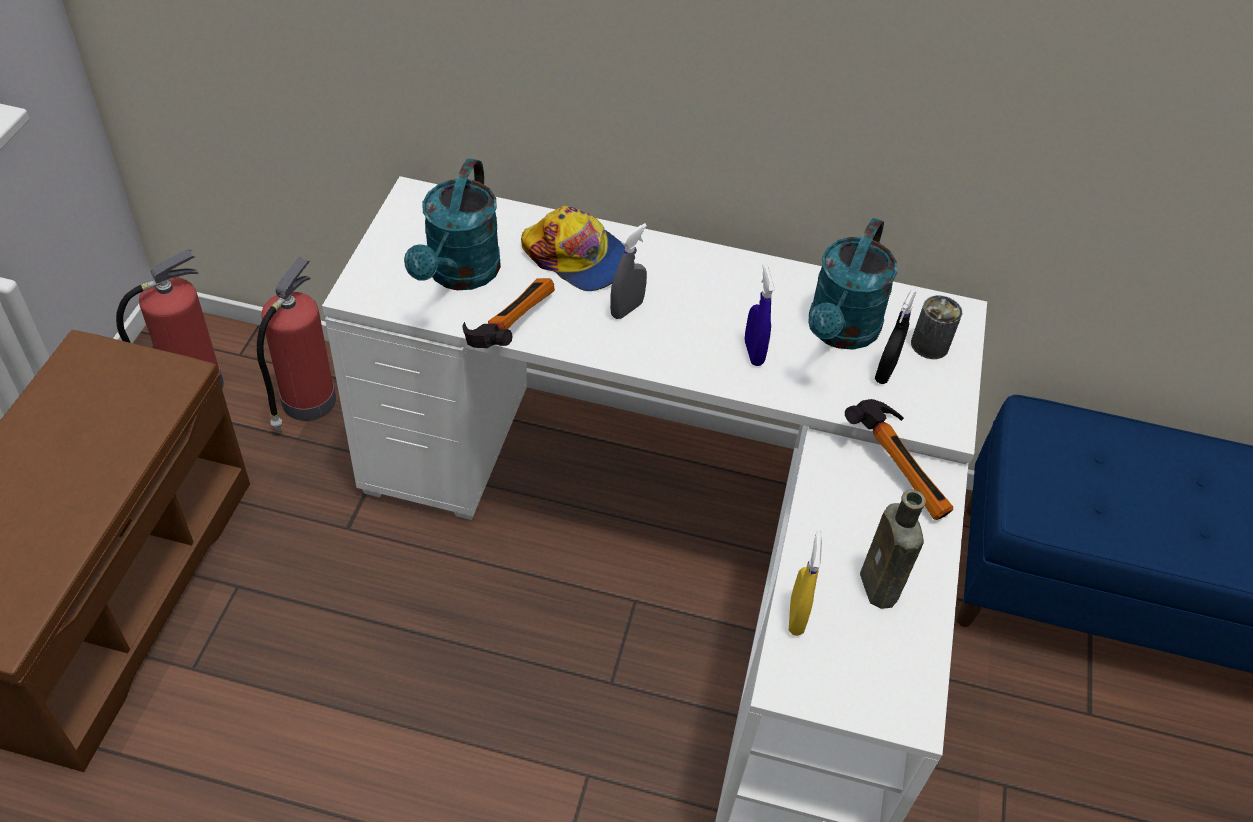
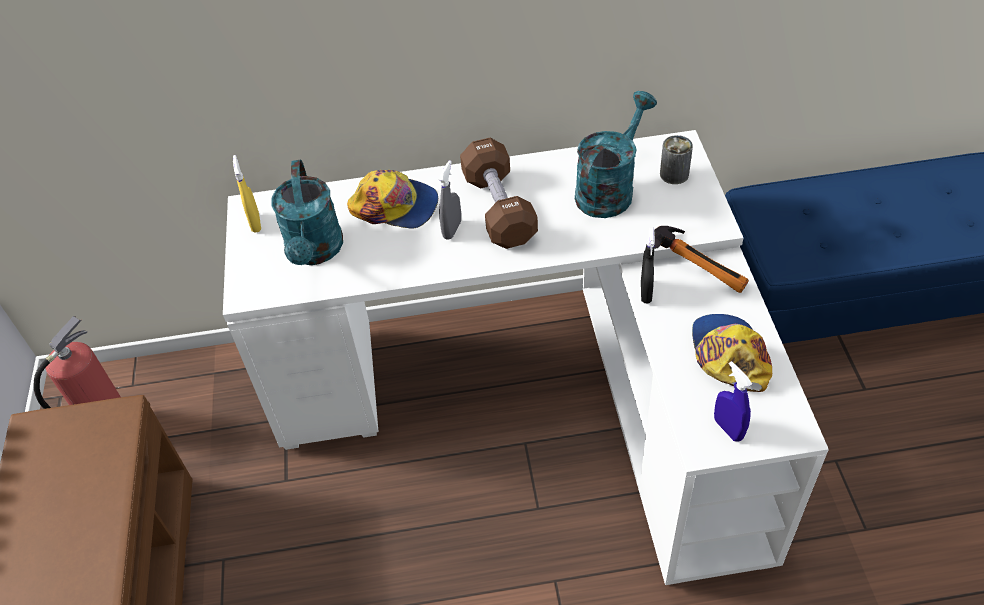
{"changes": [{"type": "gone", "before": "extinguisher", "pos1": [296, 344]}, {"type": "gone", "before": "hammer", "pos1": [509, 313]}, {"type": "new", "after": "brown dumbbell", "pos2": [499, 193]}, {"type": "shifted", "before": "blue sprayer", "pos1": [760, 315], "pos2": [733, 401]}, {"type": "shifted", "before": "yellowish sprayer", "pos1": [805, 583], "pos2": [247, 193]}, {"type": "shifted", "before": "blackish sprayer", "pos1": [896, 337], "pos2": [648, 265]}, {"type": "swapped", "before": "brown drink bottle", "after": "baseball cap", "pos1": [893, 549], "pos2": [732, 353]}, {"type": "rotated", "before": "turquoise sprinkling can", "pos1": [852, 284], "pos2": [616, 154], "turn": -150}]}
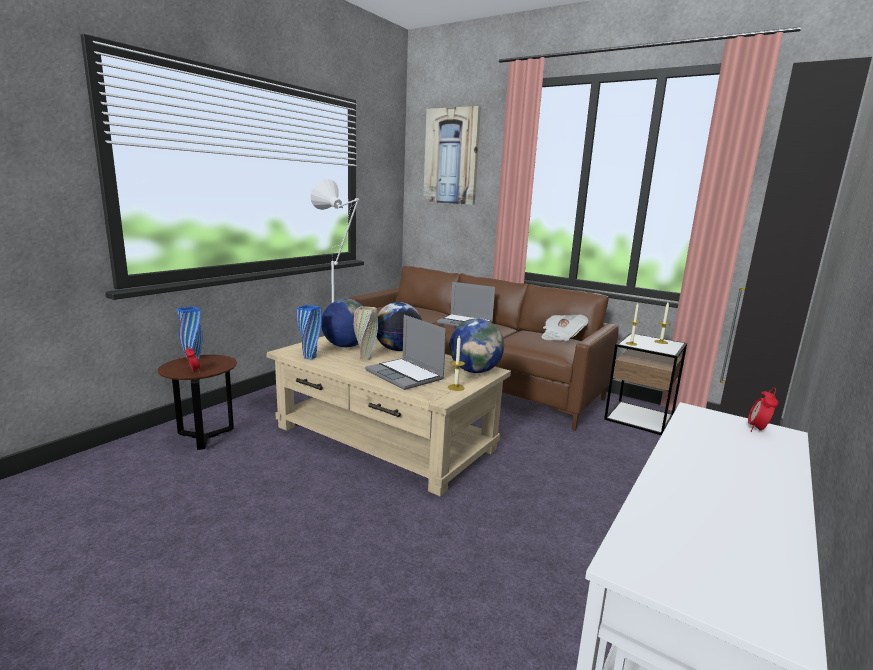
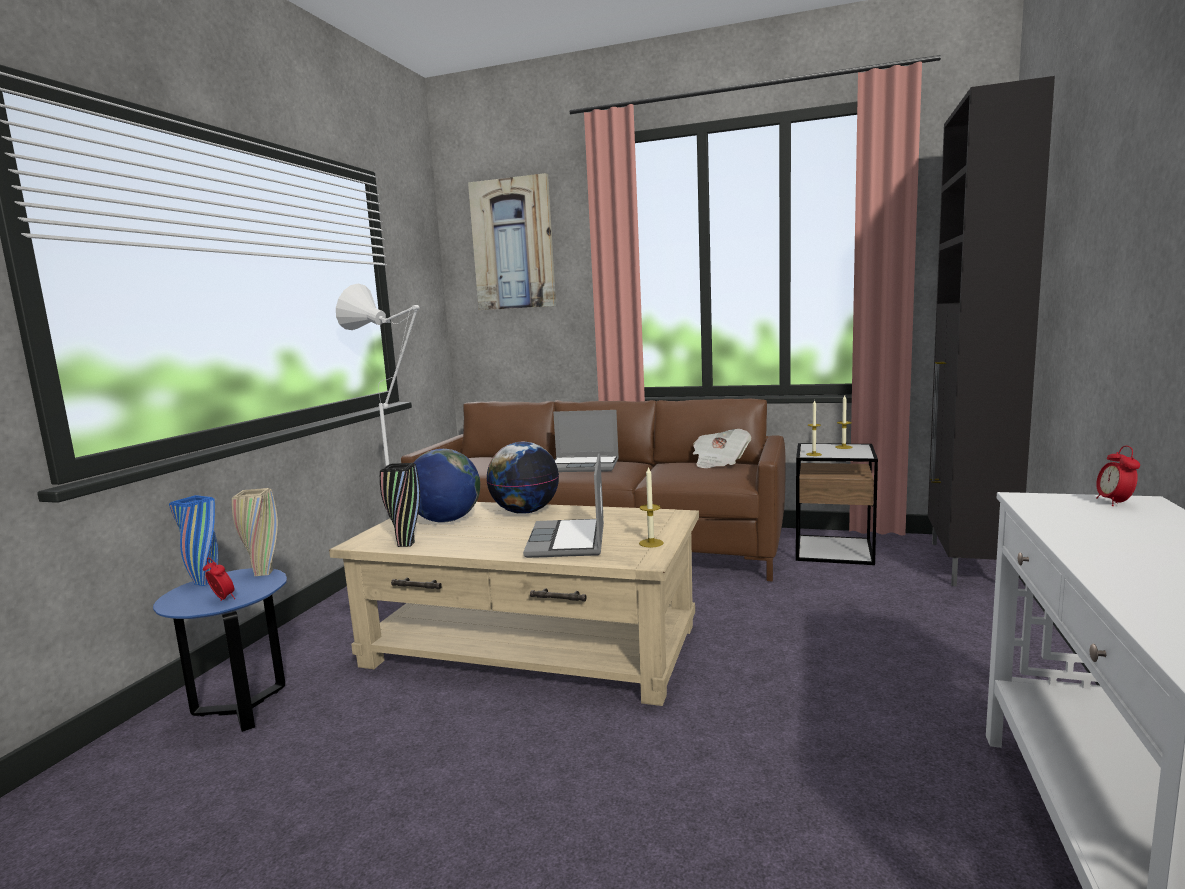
{"changes": [{"type": "gone", "before": "world globe", "pos1": [476, 345]}, {"type": "shifted", "before": "beige vase", "pos1": [366, 333], "pos2": [255, 532]}, {"type": "repainted", "before": "brown side table", "after": "blue side table", "pos1": [197, 402], "pos2": [220, 650]}, {"type": "repainted", "before": "blue vase", "after": "blackish vase", "pos1": [309, 332], "pos2": [400, 505]}, {"type": "rotated", "before": "portable computer", "pos1": [405, 352], "pos2": [563, 505], "turn": 60}]}
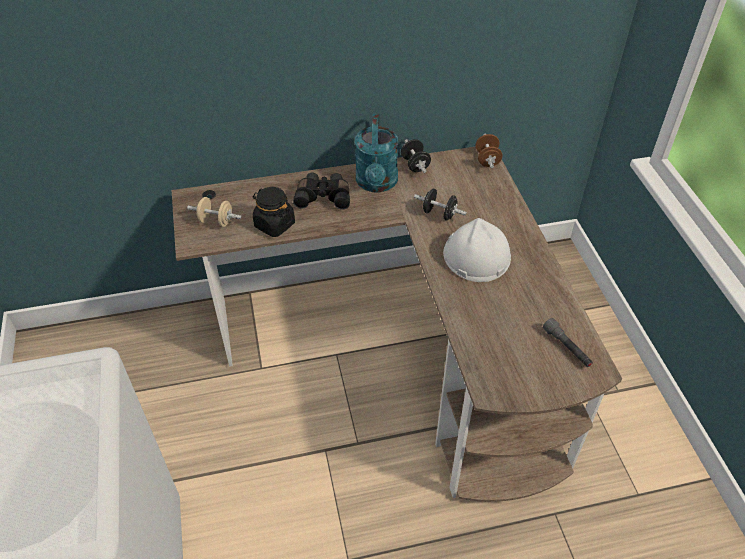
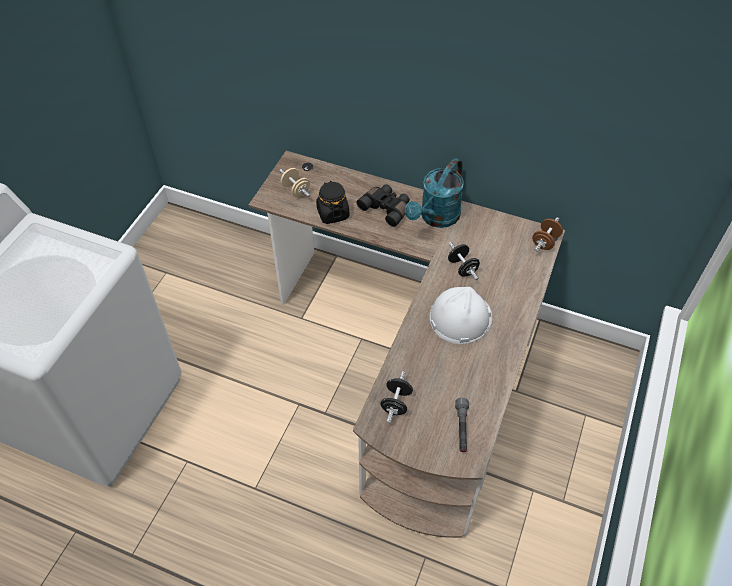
{"changes": [{"type": "shifted", "before": "blackish dumbbell", "pos1": [416, 156], "pos2": [396, 397]}]}
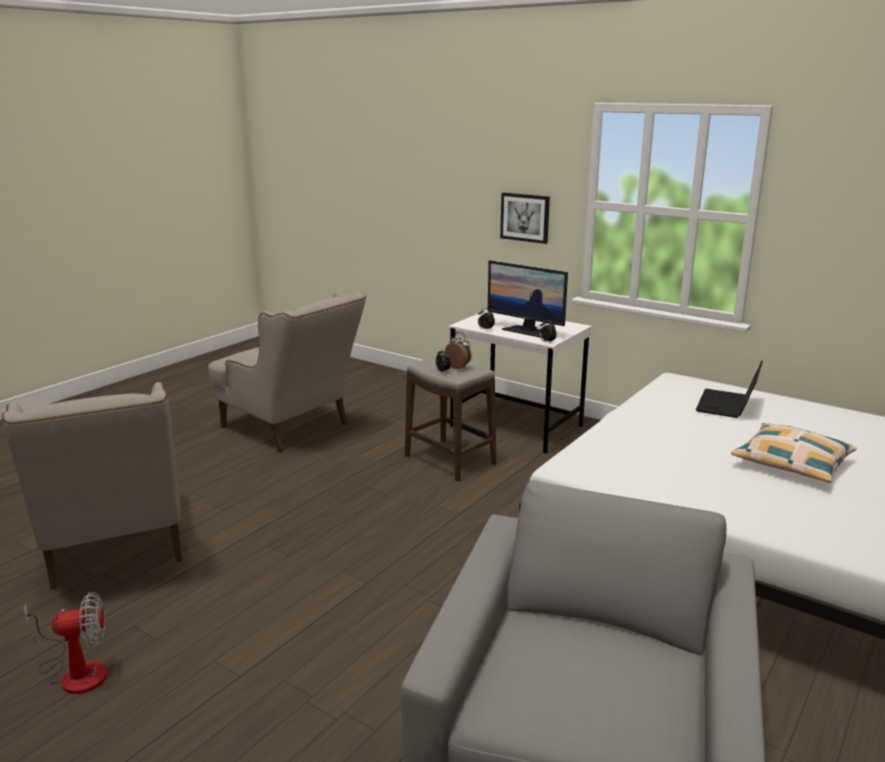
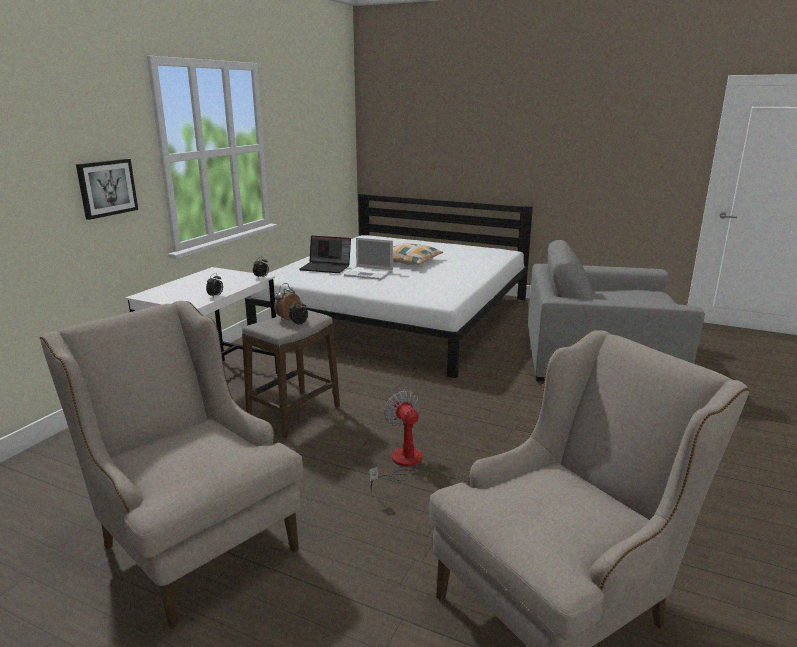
{"changes": [{"type": "gone", "before": "computer screen", "pos1": [528, 299]}, {"type": "new", "after": "portable computer", "pos2": [368, 259]}, {"type": "shifted", "before": "cooling fan", "pos1": [65, 643], "pos2": [395, 440]}, {"type": "rotated", "before": "beige lounge chair", "pos1": [287, 372], "pos2": [171, 465], "turn": -75}]}
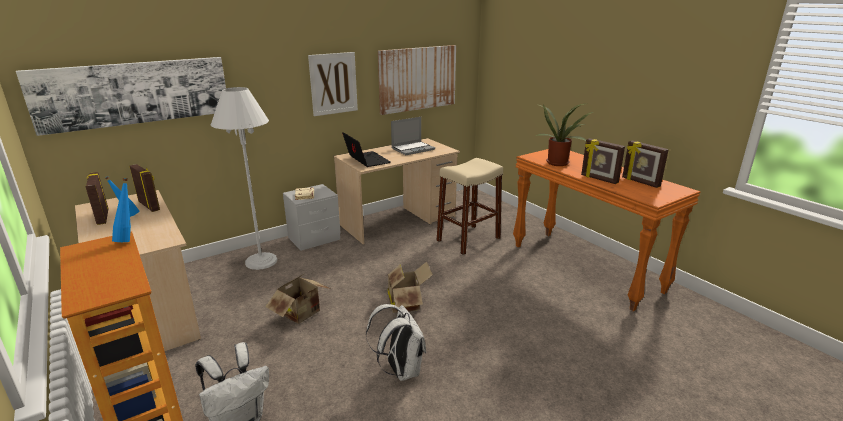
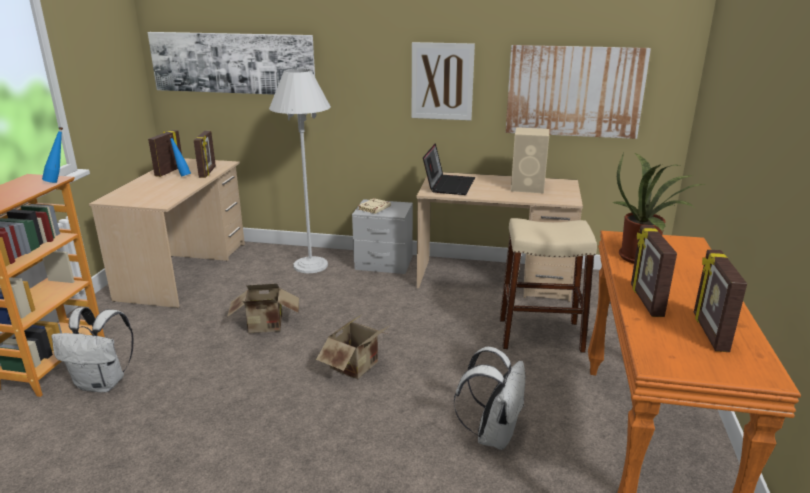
{"changes": [{"type": "shifted", "before": "white-coloured rucksack", "pos1": [396, 342], "pos2": [489, 398]}, {"type": "swapped", "before": "portable computer", "after": "beige loudspeaker", "pos1": [413, 136], "pos2": [530, 160]}]}
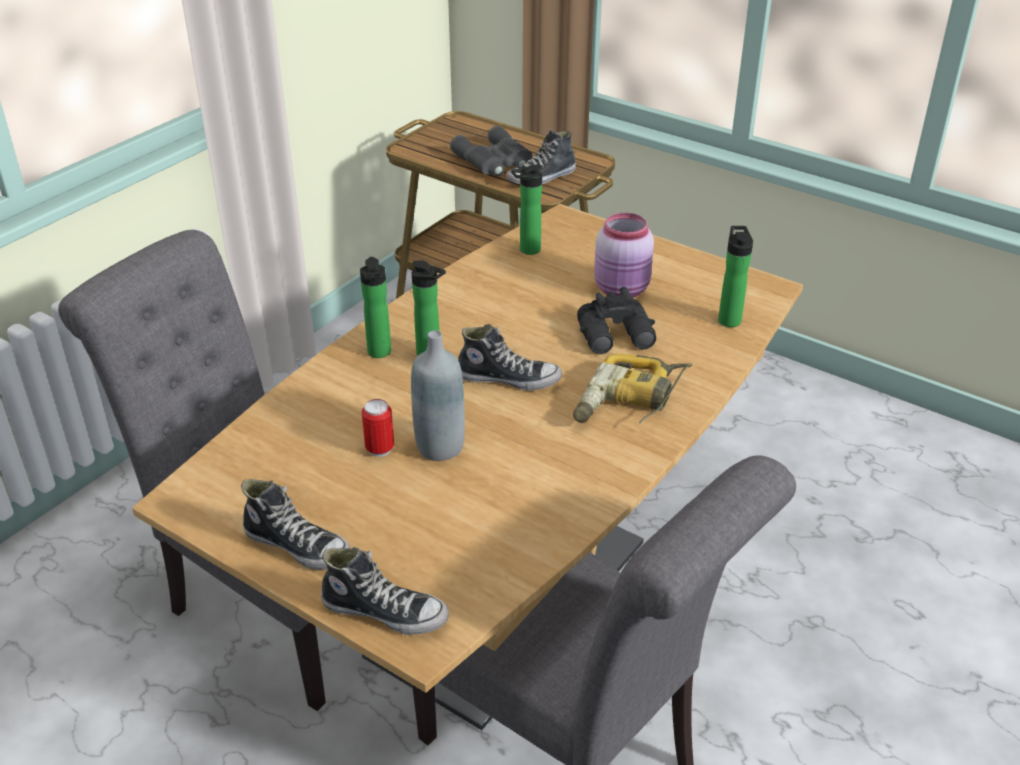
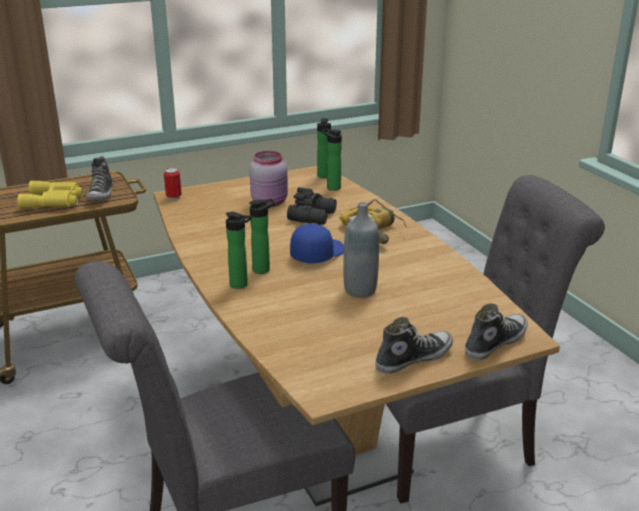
{"changes": [{"type": "shifted", "before": "sealed can", "pos1": [378, 428], "pos2": [173, 184]}, {"type": "shifted", "before": "drink bottle", "pos1": [526, 210], "pos2": [324, 148]}, {"type": "swapped", "before": "low shoe", "after": "blue baseball cap", "pos1": [510, 357], "pos2": [317, 244]}, {"type": "repainted", "before": "gray binoculars", "after": "yellowish binoculars", "pos1": [491, 151], "pos2": [50, 195]}]}
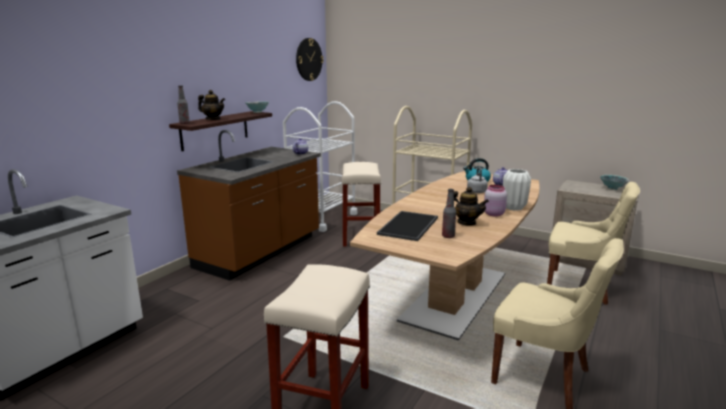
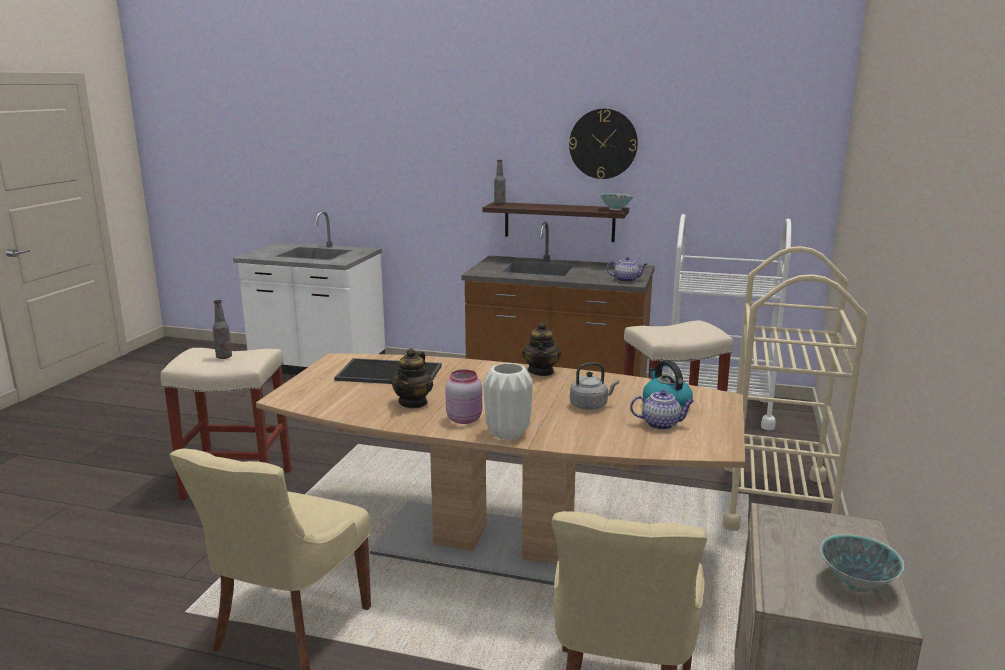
{"changes": [{"type": "shifted", "before": "teapot", "pos1": [211, 105], "pos2": [541, 349]}, {"type": "shifted", "before": "clock on the wall", "pos1": [309, 59], "pos2": [603, 144]}, {"type": "shifted", "before": "drink bottle", "pos1": [449, 213], "pos2": [222, 329]}]}
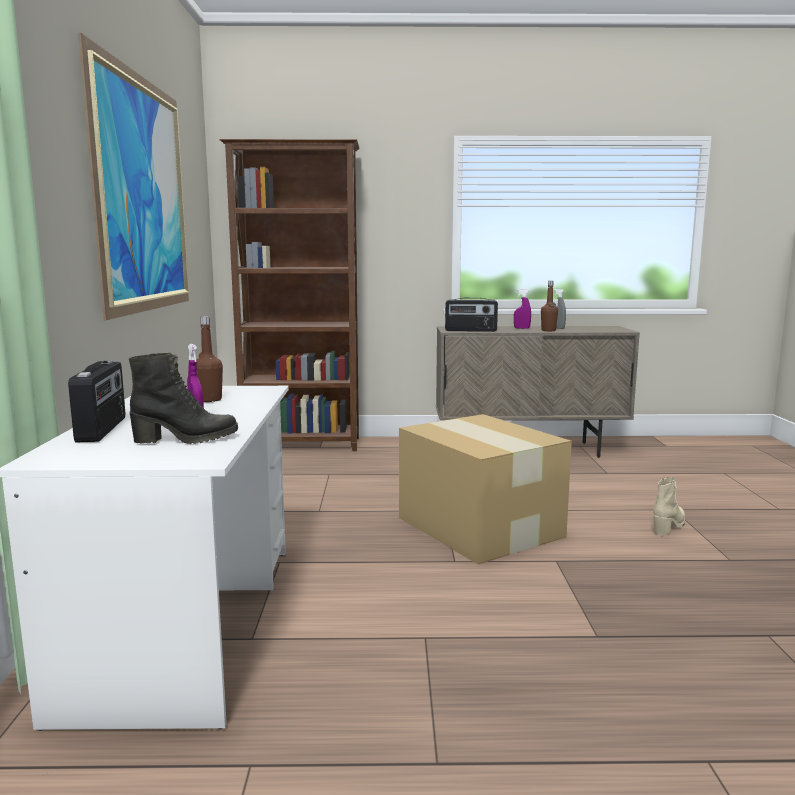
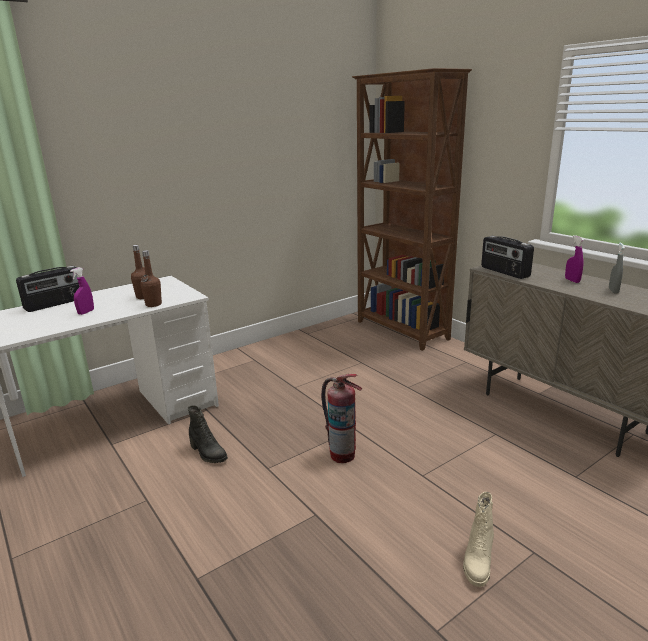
{"changes": [{"type": "gone", "before": "wall picture", "pos1": [133, 176]}, {"type": "shifted", "before": "blackish boot", "pos1": [183, 398], "pos2": [208, 434]}, {"type": "shifted", "before": "brown drink bottle", "pos1": [549, 306], "pos2": [151, 278]}, {"type": "swapped", "before": "cardboard box", "after": "extinguisher", "pos1": [485, 489], "pos2": [341, 418]}, {"type": "rotated", "before": "beige boot", "pos1": [669, 506], "pos2": [478, 539], "turn": 105}]}
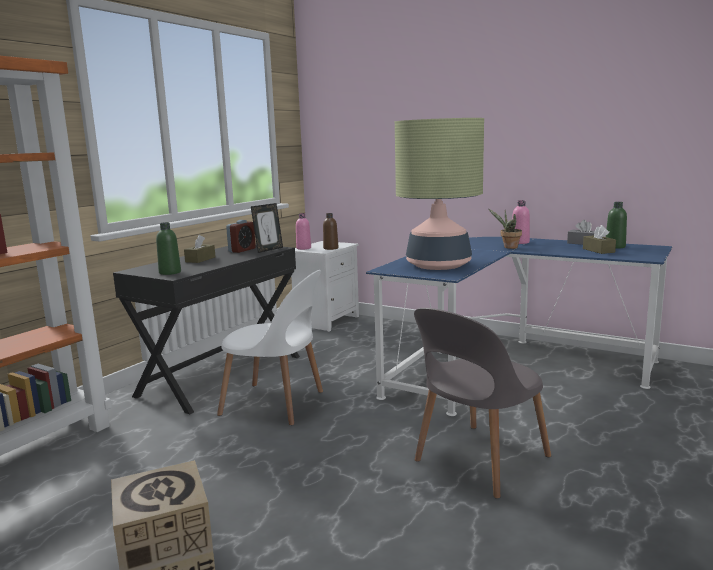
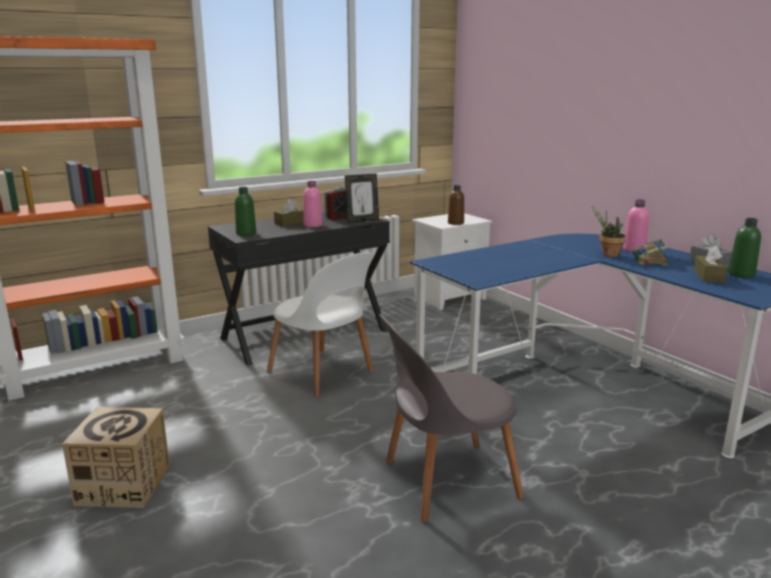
{"changes": [{"type": "gone", "before": "table lamp", "pos1": [439, 194]}, {"type": "new", "after": "bound book", "pos2": [650, 252]}, {"type": "shifted", "before": "pinkish drink bottle", "pos1": [303, 231], "pos2": [313, 204]}]}
